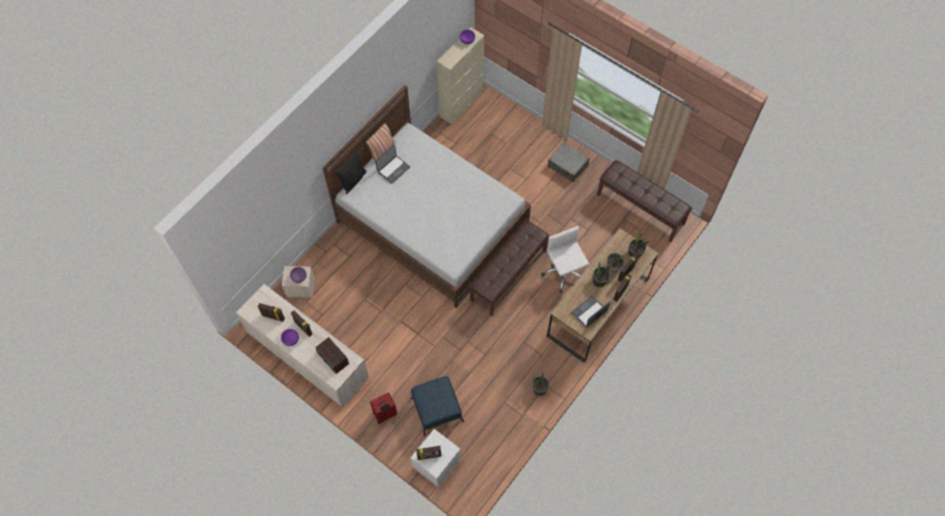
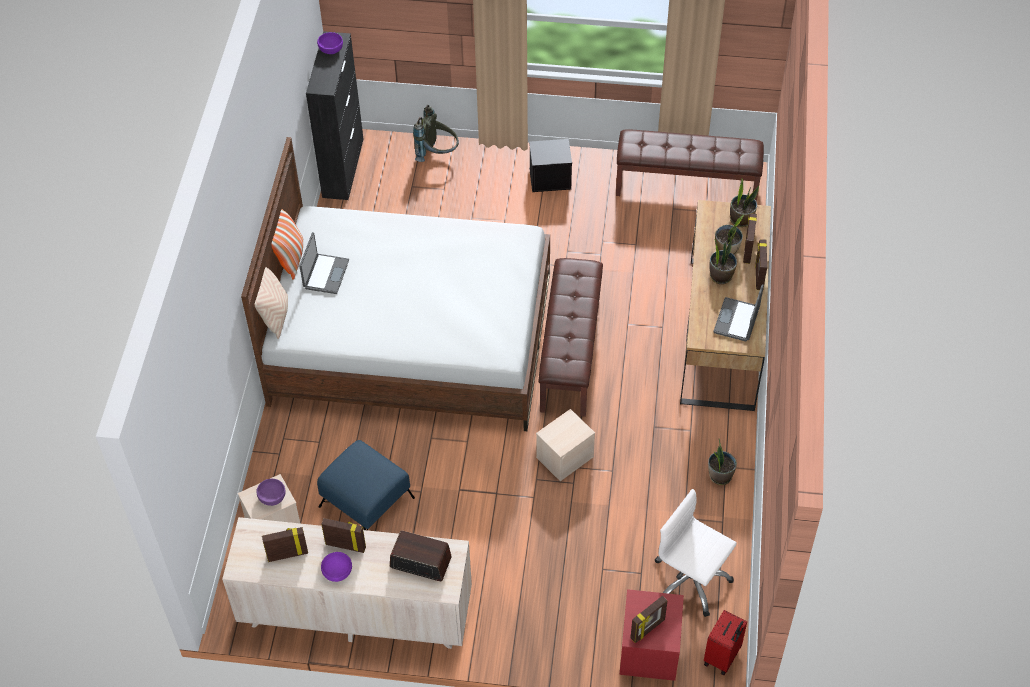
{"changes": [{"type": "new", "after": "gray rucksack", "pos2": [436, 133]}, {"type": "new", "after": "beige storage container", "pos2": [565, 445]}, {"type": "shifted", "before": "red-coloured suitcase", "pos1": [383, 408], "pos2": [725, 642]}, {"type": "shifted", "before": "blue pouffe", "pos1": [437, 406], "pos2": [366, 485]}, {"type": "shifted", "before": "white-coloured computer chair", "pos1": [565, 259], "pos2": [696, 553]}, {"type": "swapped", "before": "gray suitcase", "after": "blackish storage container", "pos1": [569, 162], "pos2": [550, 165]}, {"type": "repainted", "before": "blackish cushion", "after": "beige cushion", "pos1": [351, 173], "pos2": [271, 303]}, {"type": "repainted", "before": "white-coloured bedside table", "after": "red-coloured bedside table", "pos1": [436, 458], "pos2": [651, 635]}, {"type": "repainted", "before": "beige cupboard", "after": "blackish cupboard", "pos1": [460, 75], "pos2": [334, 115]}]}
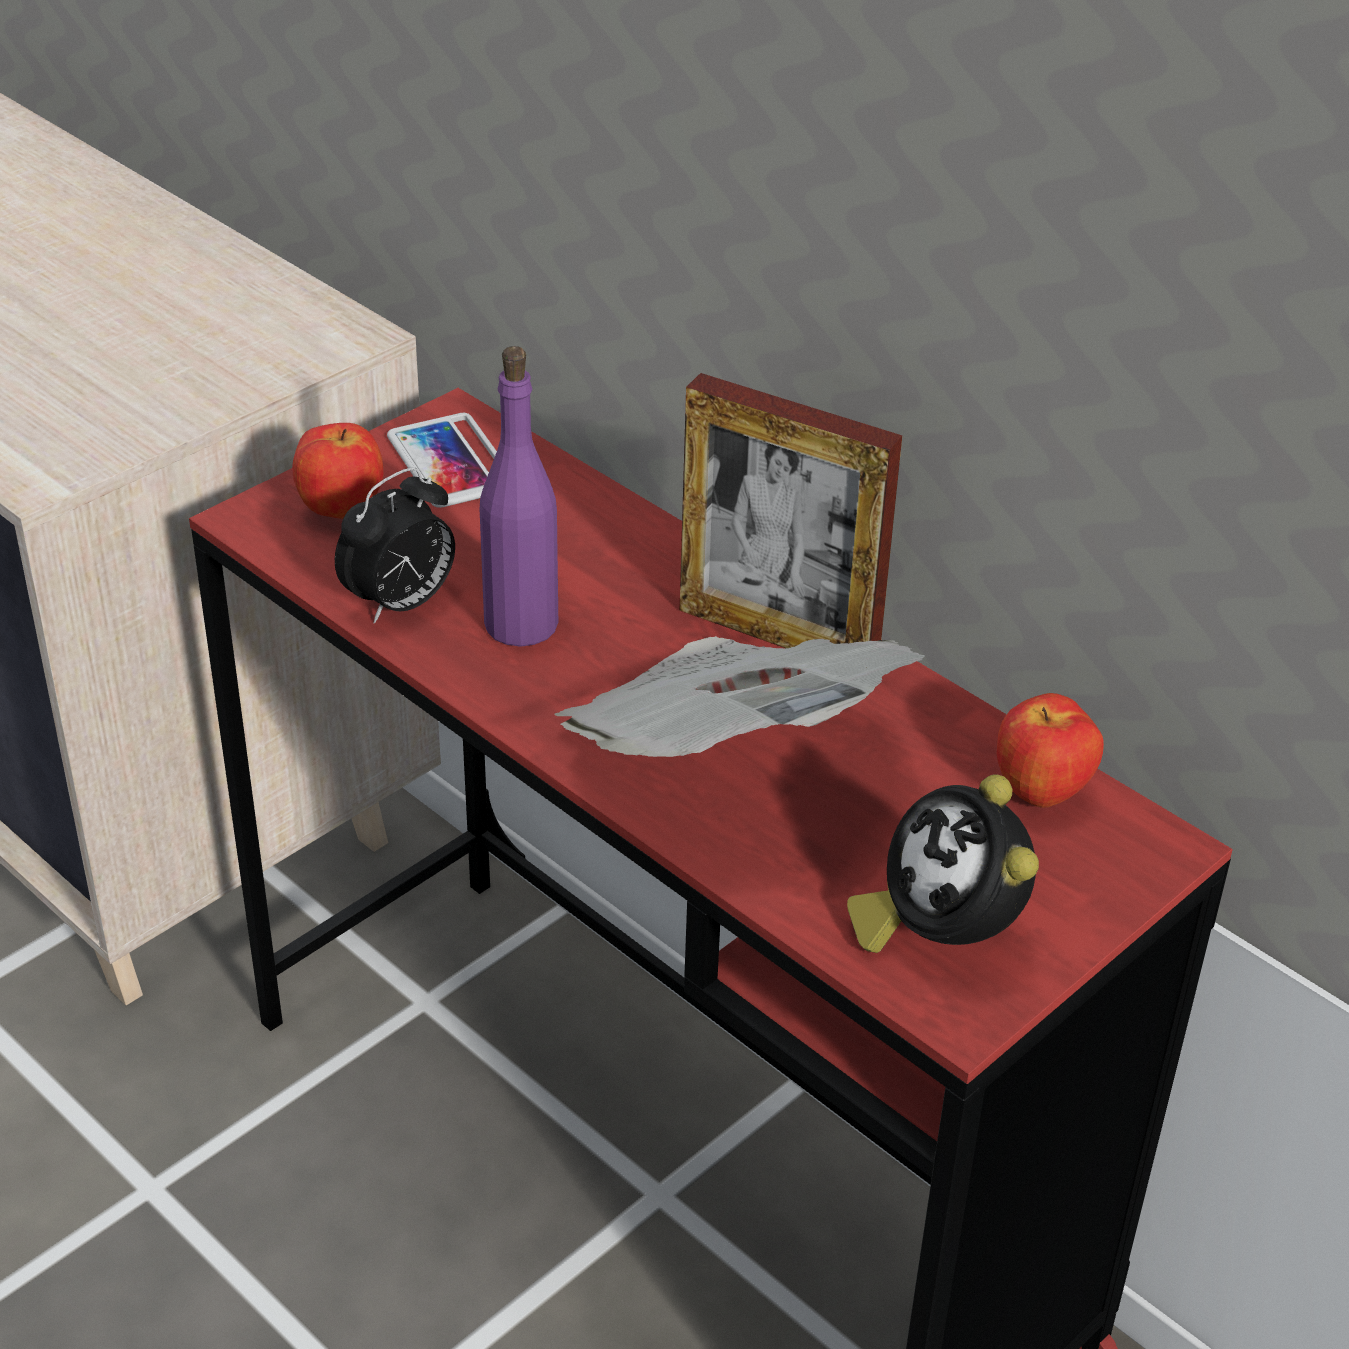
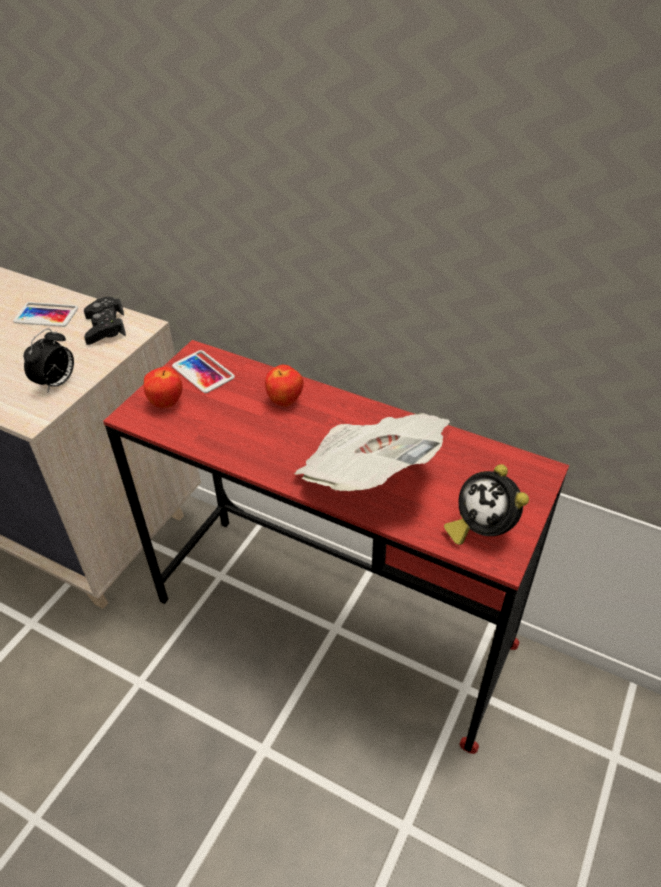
{"changes": [{"type": "gone", "before": "purple drink bottle", "pos1": [519, 496]}, {"type": "gone", "before": "standing frame", "pos1": [791, 510]}, {"type": "new", "after": "handset", "pos2": [45, 314]}, {"type": "new", "after": "blackish joypad", "pos2": [105, 321]}, {"type": "shifted", "before": "table clock", "pos1": [395, 545], "pos2": [48, 360]}, {"type": "shifted", "before": "whole apple", "pos1": [1050, 750], "pos2": [284, 386]}]}
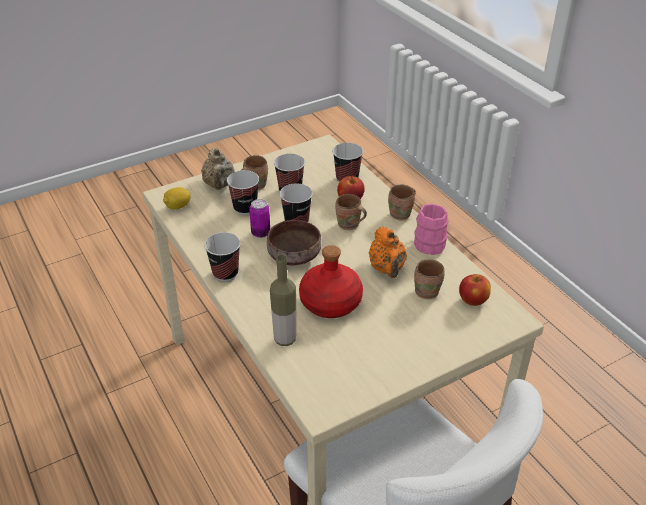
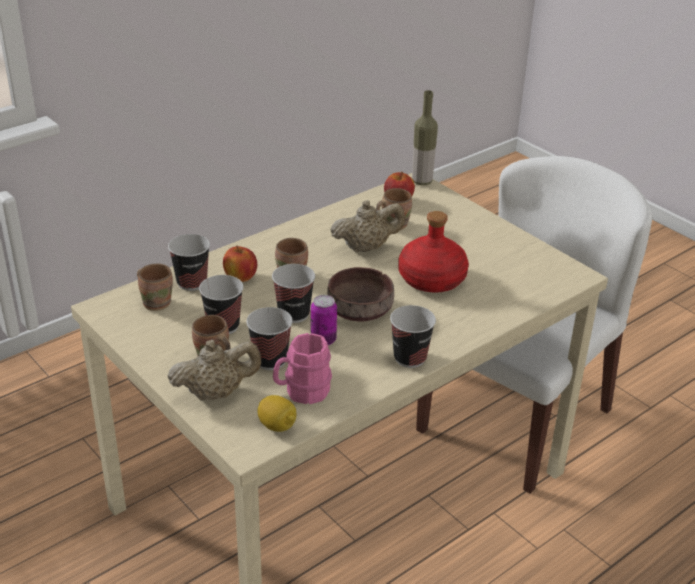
{"changes": [{"type": "shifted", "before": "drink bottle", "pos1": [283, 300], "pos2": [425, 137]}, {"type": "shifted", "before": "brown tea mug", "pos1": [402, 202], "pos2": [155, 287]}, {"type": "shifted", "before": "pinkish tea mug", "pos1": [431, 229], "pos2": [302, 368]}, {"type": "repainted", "before": "orange-coloured teapot", "after": "beige teapot", "pos1": [388, 252], "pos2": [367, 226]}]}
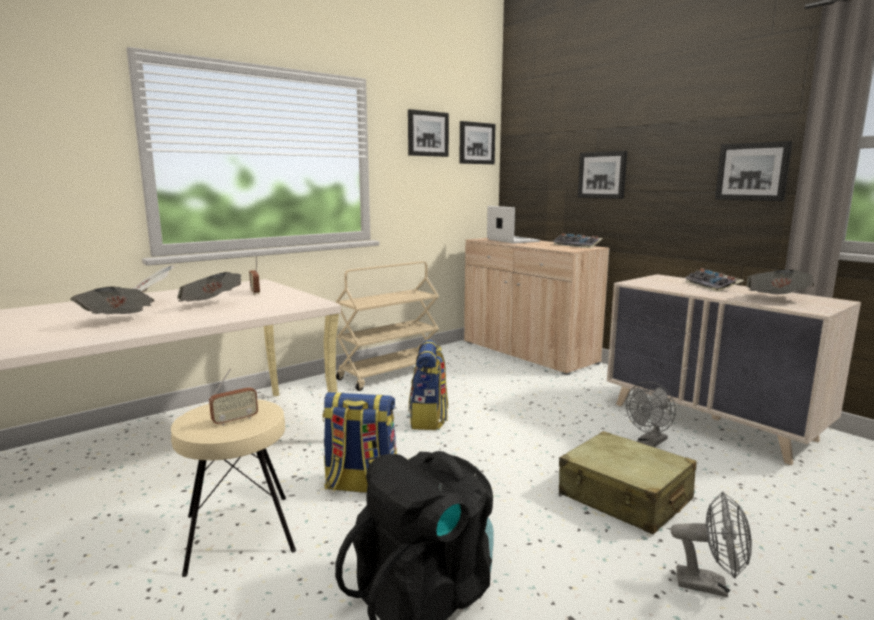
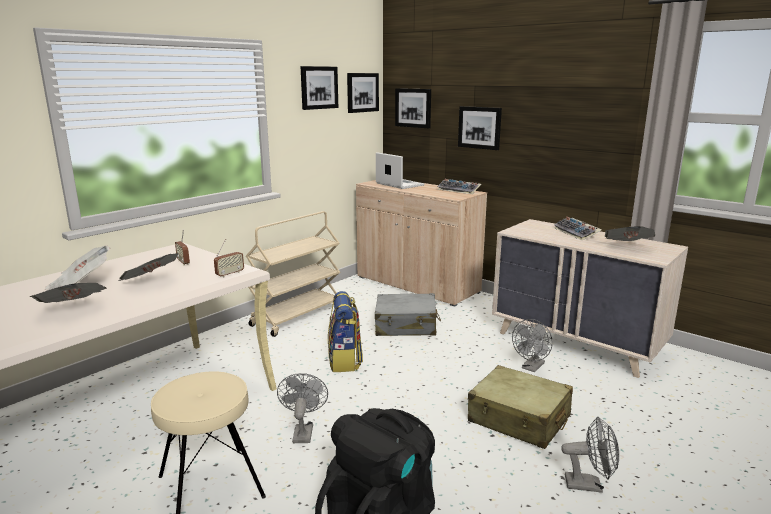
{"changes": [{"type": "new", "after": "gray suitcase", "pos2": [408, 314]}, {"type": "shifted", "before": "radio", "pos1": [233, 397], "pos2": [229, 258]}, {"type": "shifted", "before": "wall picture", "pos1": [753, 171], "pos2": [413, 108]}, {"type": "swapped", "before": "rucksack", "after": "gray cooling fan", "pos1": [359, 442], "pos2": [302, 408]}]}
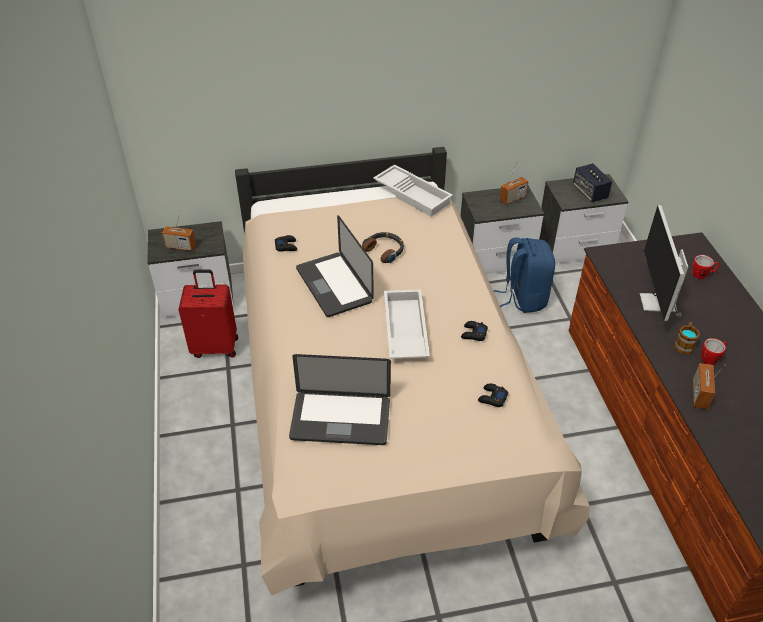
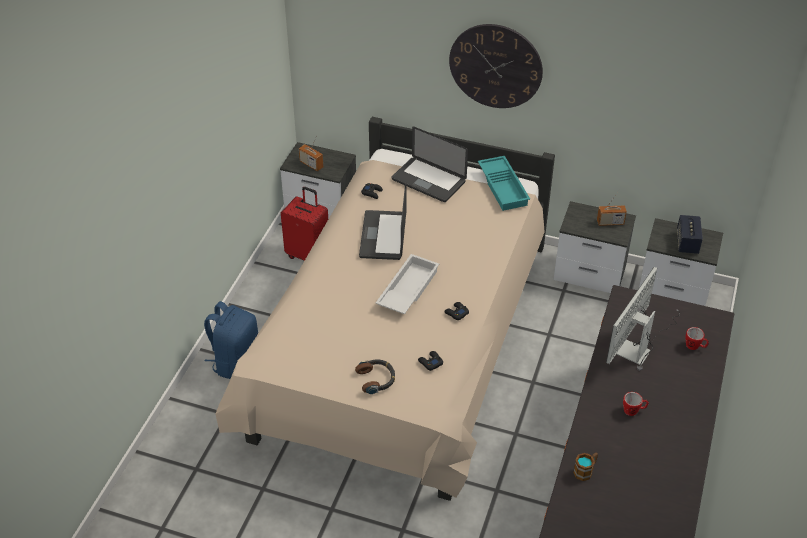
{"changes": [{"type": "gone", "before": "radio", "pos1": [709, 386]}, {"type": "new", "after": "clock on the wall", "pos2": [496, 66]}, {"type": "shifted", "before": "portable computer", "pos1": [340, 399], "pos2": [430, 164]}, {"type": "shifted", "before": "headphones", "pos1": [383, 247], "pos2": [375, 376]}, {"type": "shifted", "before": "blue rucksack", "pos1": [524, 275], "pos2": [231, 340]}, {"type": "shifted", "before": "tea mug", "pos1": [687, 338], "pos2": [585, 467]}, {"type": "repainted", "before": "white-coloured tray", "after": "turquoise tray", "pos1": [413, 190], "pos2": [504, 183]}]}
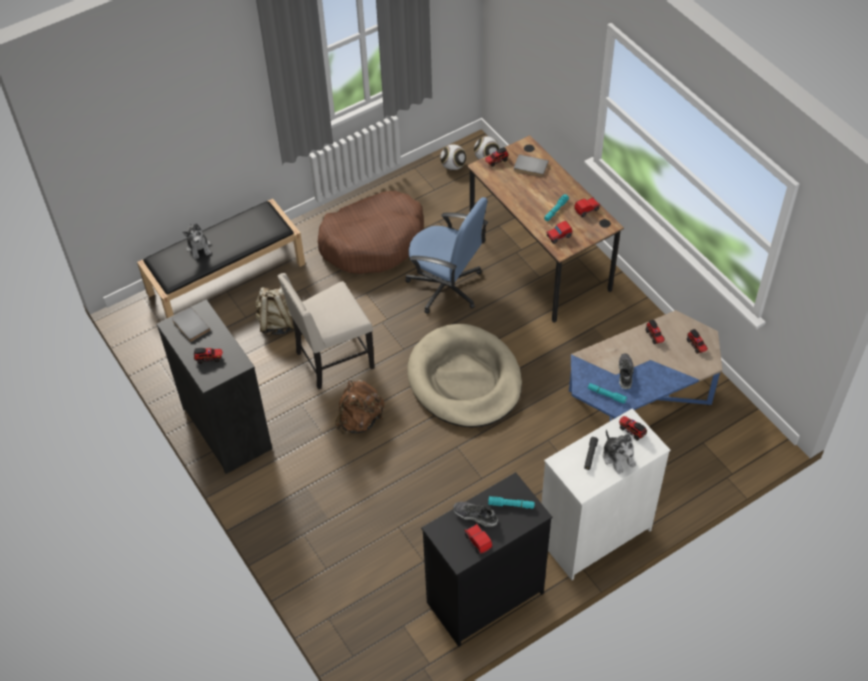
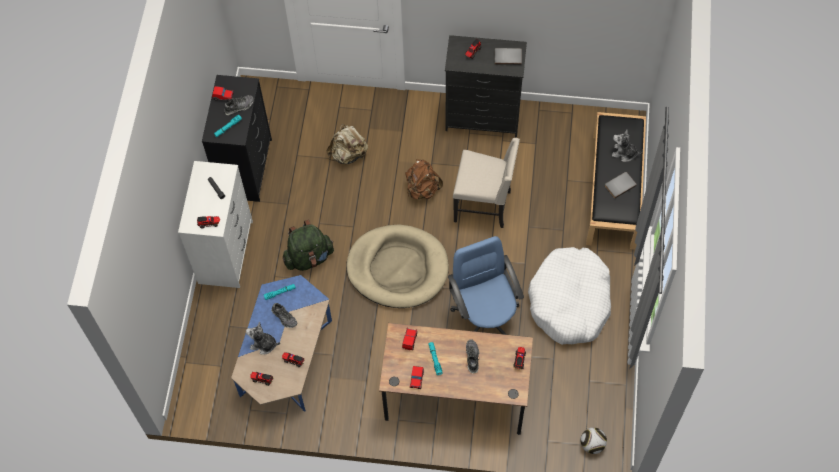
{"changes": [{"type": "gone", "before": "ball for football", "pos1": [453, 157]}, {"type": "new", "after": "greenish rucksack", "pos2": [308, 245]}, {"type": "new", "after": "low shoe", "pos2": [472, 356]}, {"type": "shifted", "before": "beige rucksack", "pos1": [275, 311], "pos2": [347, 144]}, {"type": "shifted", "before": "gray bound book", "pos1": [531, 165], "pos2": [621, 185]}, {"type": "shifted", "before": "plush toy", "pos1": [619, 451], "pos2": [263, 338]}, {"type": "repainted", "before": "brown dog bed", "after": "white-coloured dog bed", "pos1": [371, 232], "pos2": [569, 296]}, {"type": "rotated", "before": "beige upright chair", "pos1": [326, 331], "pos2": [486, 183], "turn": 90}, {"type": "rotated", "before": "blue computer chair", "pos1": [446, 255], "pos2": [486, 285], "turn": 90}]}
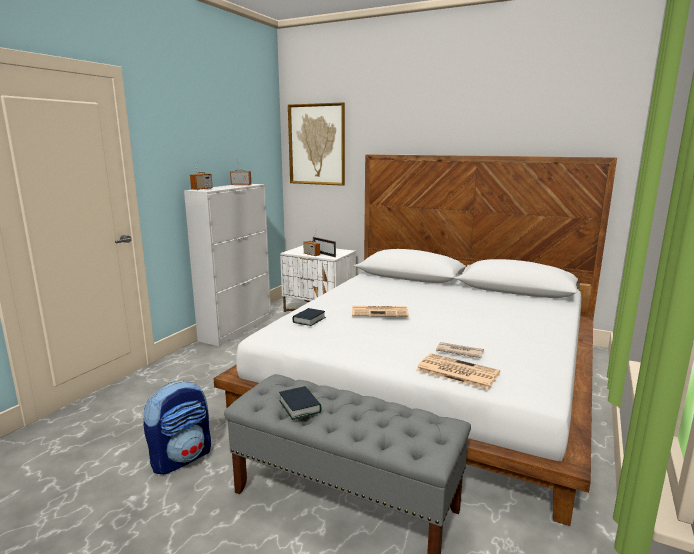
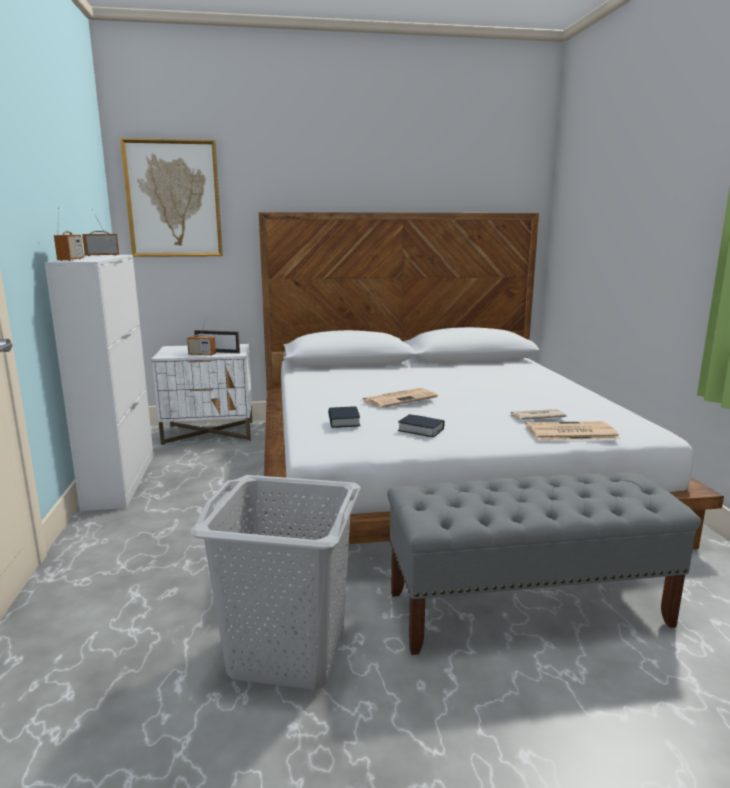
{"changes": [{"type": "shifted", "before": "bound book", "pos1": [300, 403], "pos2": [421, 425]}, {"type": "swapped", "before": "rucksack", "after": "gray hamper", "pos1": [177, 427], "pos2": [276, 582]}]}
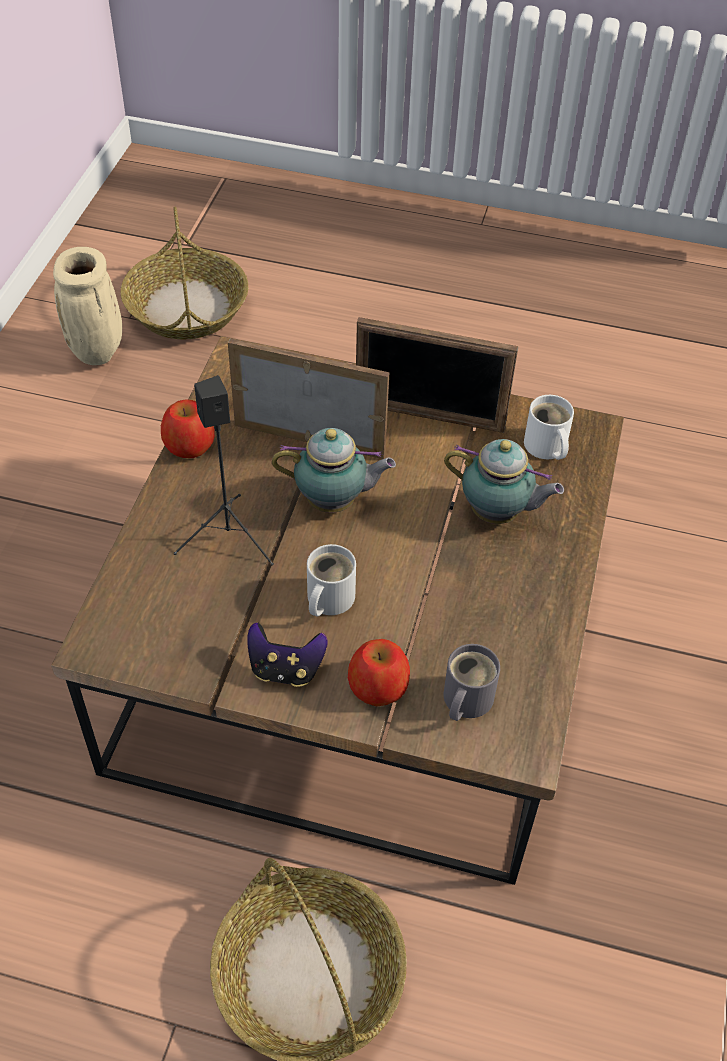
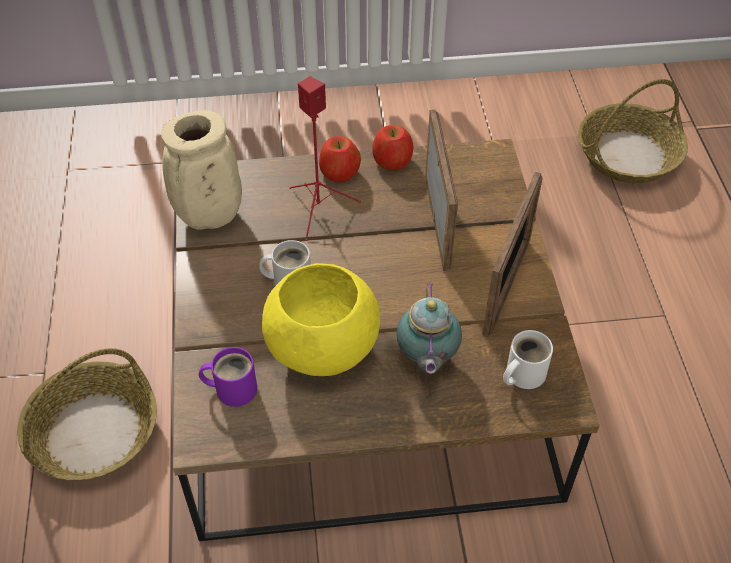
{"changes": [{"type": "gone", "before": "joypad", "pos1": [287, 654]}, {"type": "gone", "before": "teapot", "pos1": [334, 470]}, {"type": "new", "after": "yellowish serving bowl", "pos2": [321, 319]}, {"type": "shifted", "before": "beige vase", "pos1": [87, 306], "pos2": [201, 170]}, {"type": "shifted", "before": "whole apple", "pos1": [379, 673], "pos2": [340, 159]}, {"type": "repainted", "before": "blackish loudspeaker", "after": "red-coloured loudspeaker", "pos1": [224, 470], "pos2": [325, 158]}, {"type": "repainted", "before": "gray tea mug", "after": "purple tea mug", "pos1": [471, 682], "pos2": [228, 377]}, {"type": "rotated", "before": "standing frame", "pos1": [437, 375], "pos2": [512, 254], "turn": -150}]}
